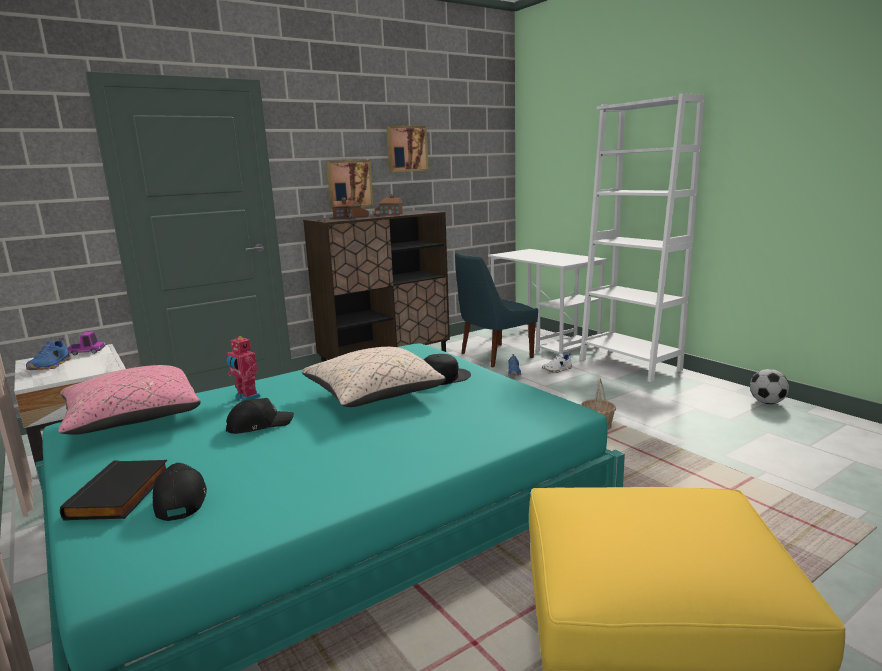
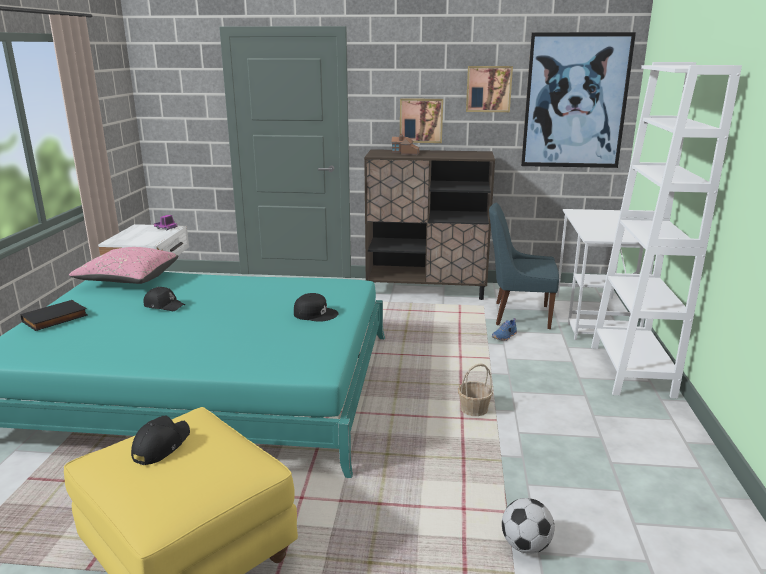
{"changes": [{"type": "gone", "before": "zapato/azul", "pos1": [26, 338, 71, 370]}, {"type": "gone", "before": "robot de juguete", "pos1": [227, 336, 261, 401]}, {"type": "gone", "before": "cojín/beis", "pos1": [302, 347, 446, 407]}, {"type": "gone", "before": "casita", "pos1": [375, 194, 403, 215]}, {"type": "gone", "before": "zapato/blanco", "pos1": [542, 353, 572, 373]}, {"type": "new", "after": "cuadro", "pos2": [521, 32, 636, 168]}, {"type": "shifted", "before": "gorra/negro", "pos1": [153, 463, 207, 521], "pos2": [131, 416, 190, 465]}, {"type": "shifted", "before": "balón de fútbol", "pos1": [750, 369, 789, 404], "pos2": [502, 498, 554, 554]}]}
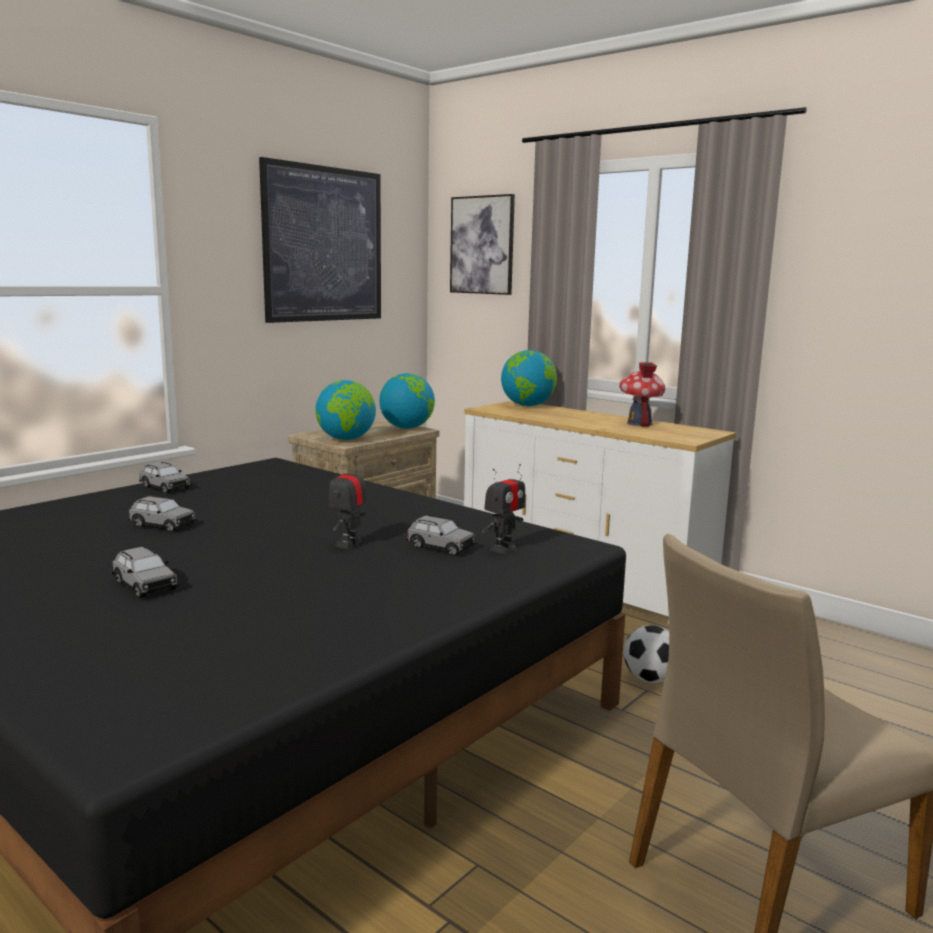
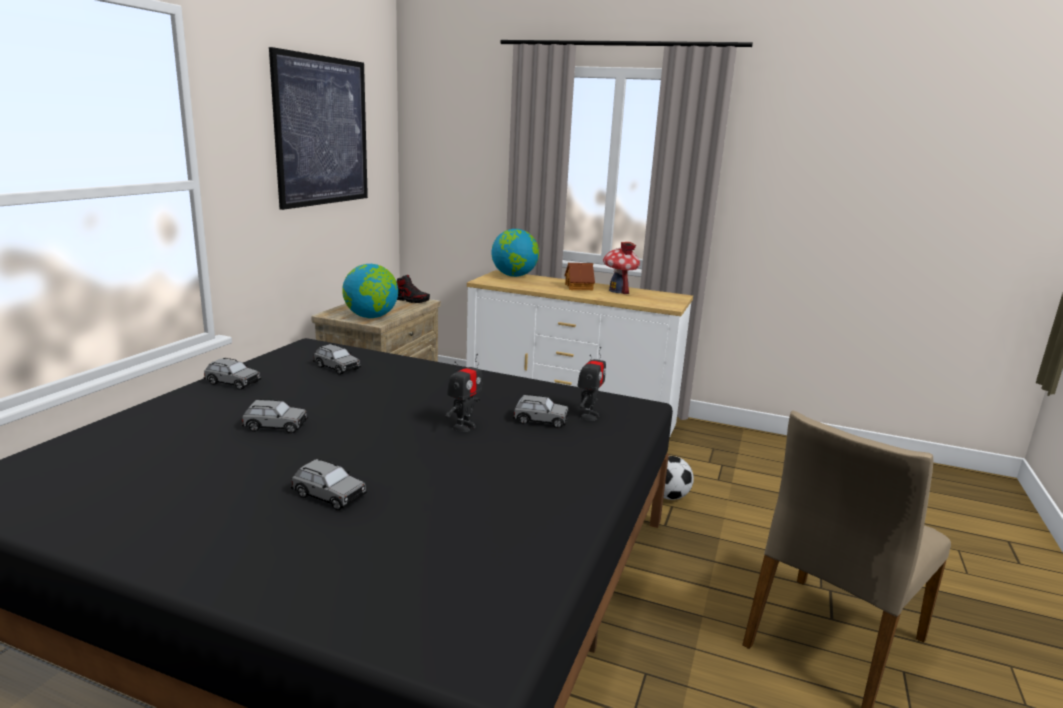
{"changes": [{"type": "gone", "before": "cuadro", "pos1": [450, 194, 515, 295]}, {"type": "new", "after": "coche de juguete/gris", "pos2": [313, 344, 361, 375]}, {"type": "new", "after": "casita", "pos2": [564, 263, 595, 290]}, {"type": "swapped", "before": "globo terráqueo", "after": "zapato", "pos1": [379, 373, 435, 429], "pos2": [397, 275, 430, 303]}, {"type": "rotated", "before": "robot de juguete", "pos1": [329, 456, 367, 549], "pos2": [446, 354, 482, 432], "turn": -150}]}
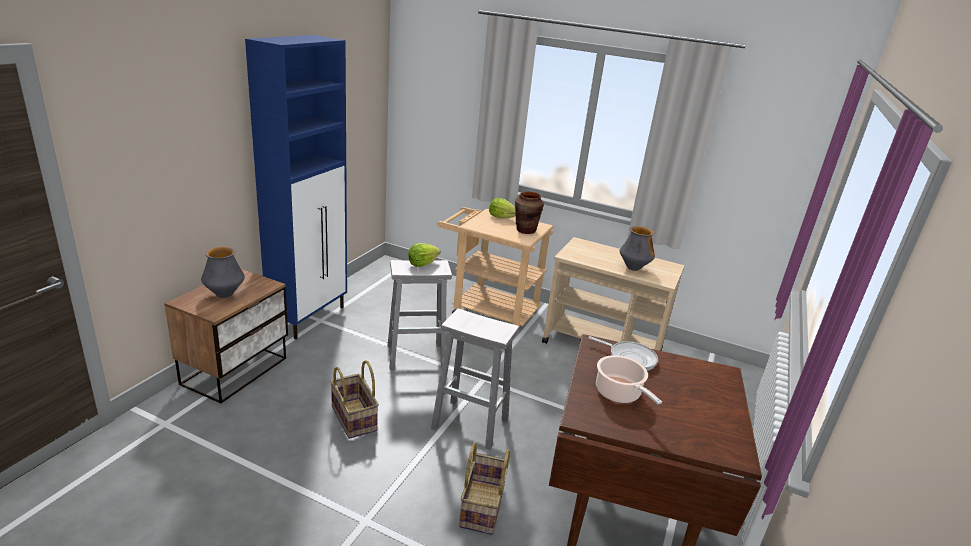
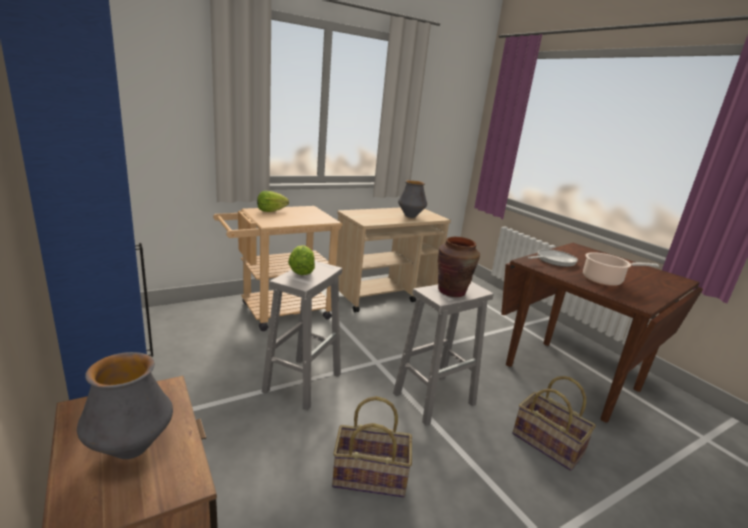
{"changes": [{"type": "shifted", "before": "florero/marrón", "pos1": [515, 192, 544, 234], "pos2": [438, 237, 480, 297]}]}
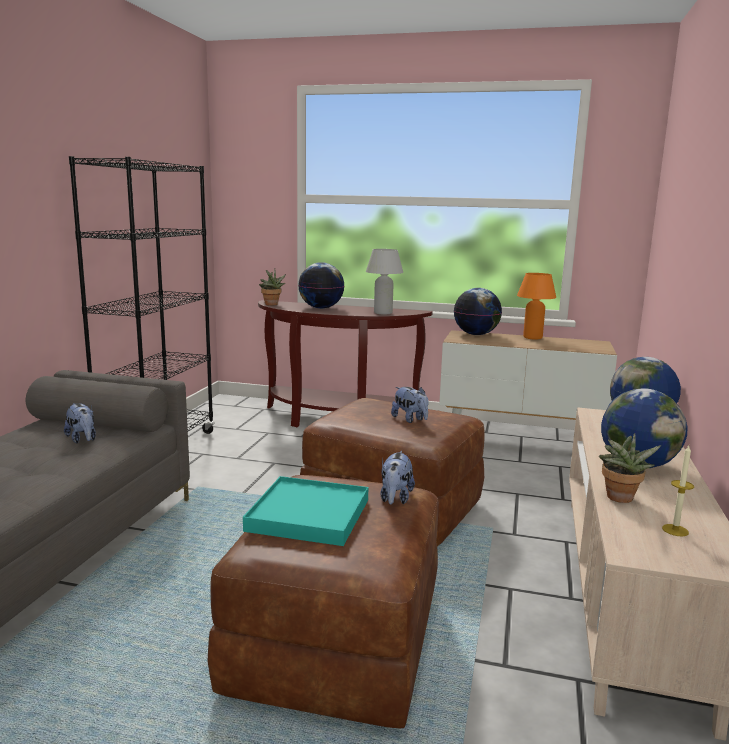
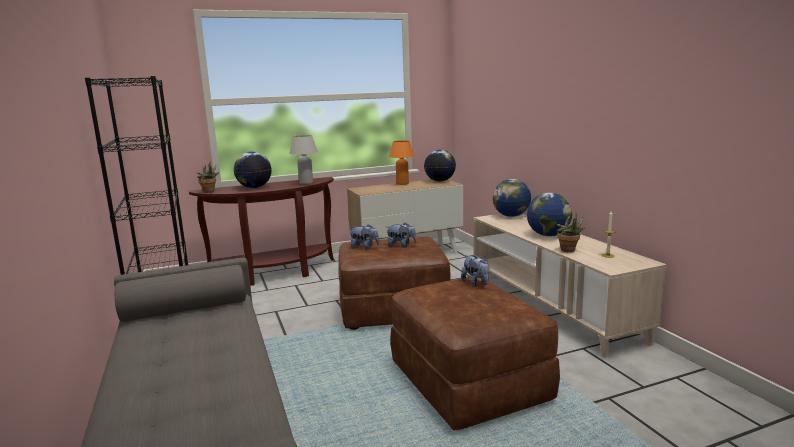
{"changes": [{"type": "gone", "before": "bandeja/turquesa", "pos1": [243, 476, 368, 546]}, {"type": "shifted", "before": "peluche", "pos1": [64, 403, 96, 443], "pos2": [349, 224, 380, 250]}, {"type": "shifted", "before": "globo terráqueo", "pos1": [454, 288, 502, 335], "pos2": [424, 150, 456, 182]}]}
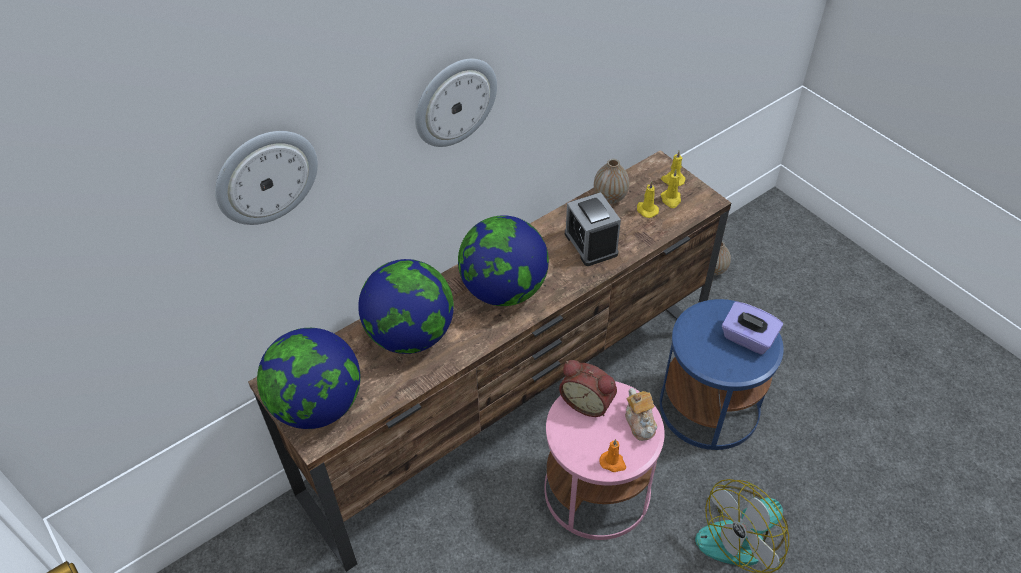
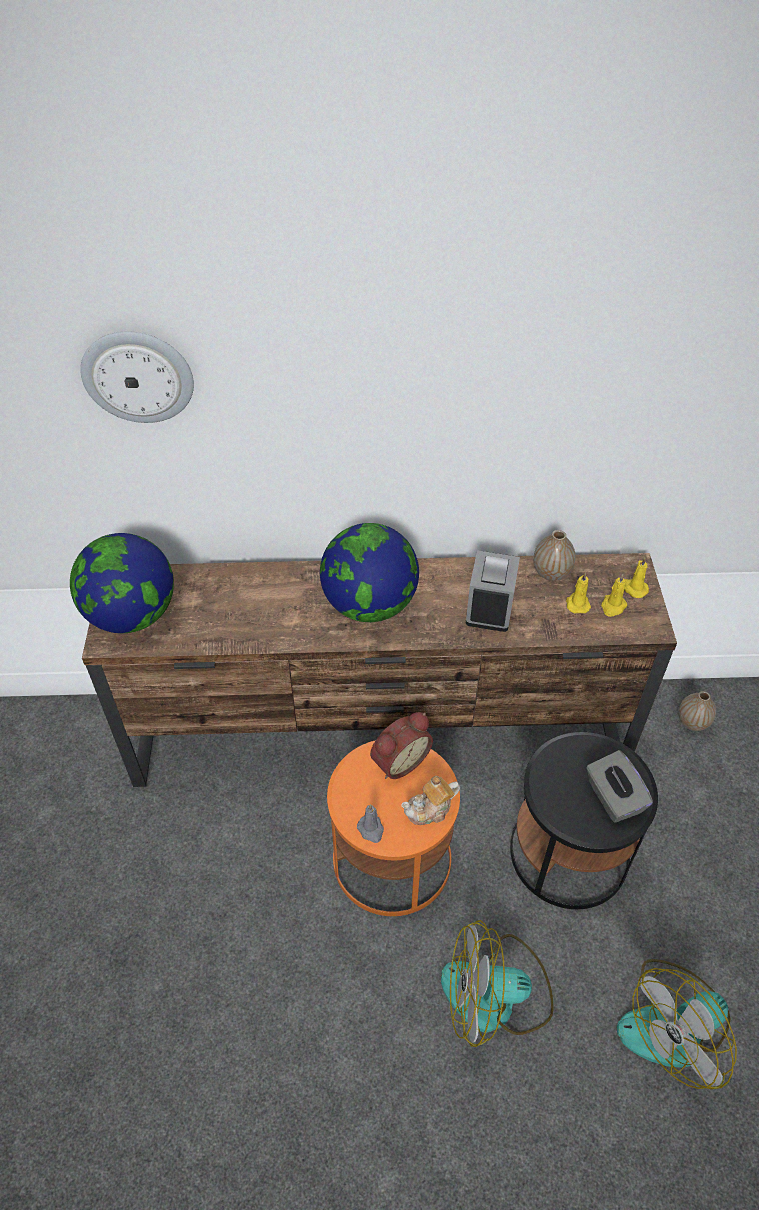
{"changes": [{"type": "gone", "before": "globo terráqueo", "pos1": [358, 259, 454, 354]}, {"type": "gone", "before": "reloj de pared", "pos1": [415, 59, 497, 147]}, {"type": "new", "after": "ventilador", "pos2": [617, 959, 737, 1089]}, {"type": "repainted", "before": "mesa auxiliar/rosa", "after": "mesa auxiliar/naranja", "pos1": [544, 381, 665, 540], "pos2": [327, 741, 460, 916]}, {"type": "repainted", "before": "vela/naranja", "after": "vela/gris", "pos1": [599, 439, 626, 472], "pos2": [357, 804, 384, 843]}, {"type": "repainted", "before": "mesa auxiliar/azul", "after": "mesa auxiliar/negro", "pos1": [660, 299, 784, 450], "pos2": [510, 732, 658, 909]}, {"type": "repainted", "before": "caja de pañuelos/morado", "after": "caja de pañuelos/gris", "pos1": [722, 301, 783, 355], "pos2": [586, 750, 653, 822]}, {"type": "rotated", "before": "despertador", "pos1": [559, 360, 617, 417], "pos2": [370, 712, 433, 779], "turn": -105}, {"type": "rotated", "before": "tetera", "pos1": [625, 388, 657, 441], "pos2": [401, 776, 460, 825], "turn": 45}]}
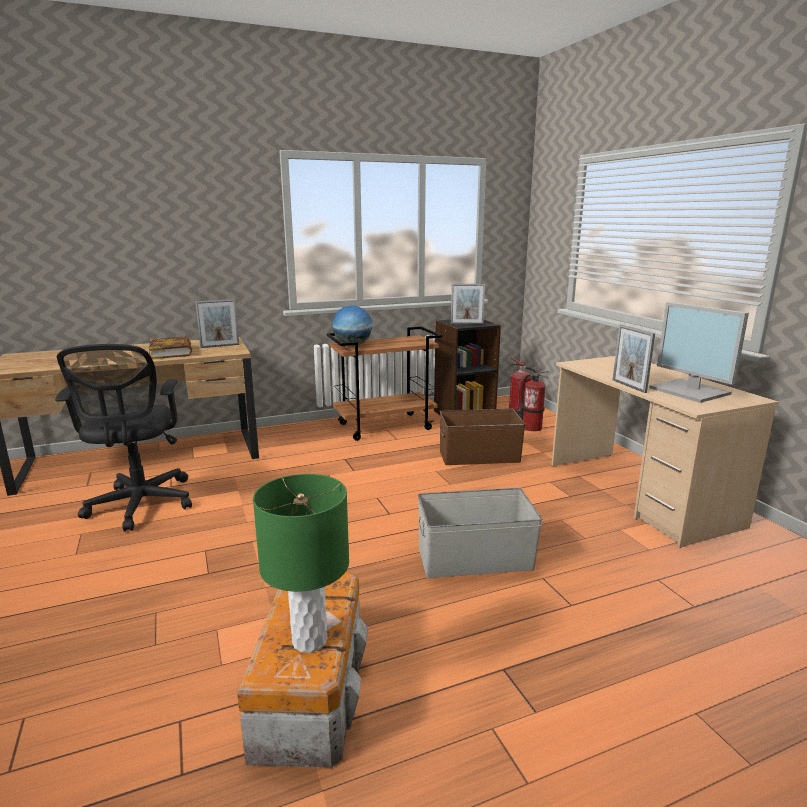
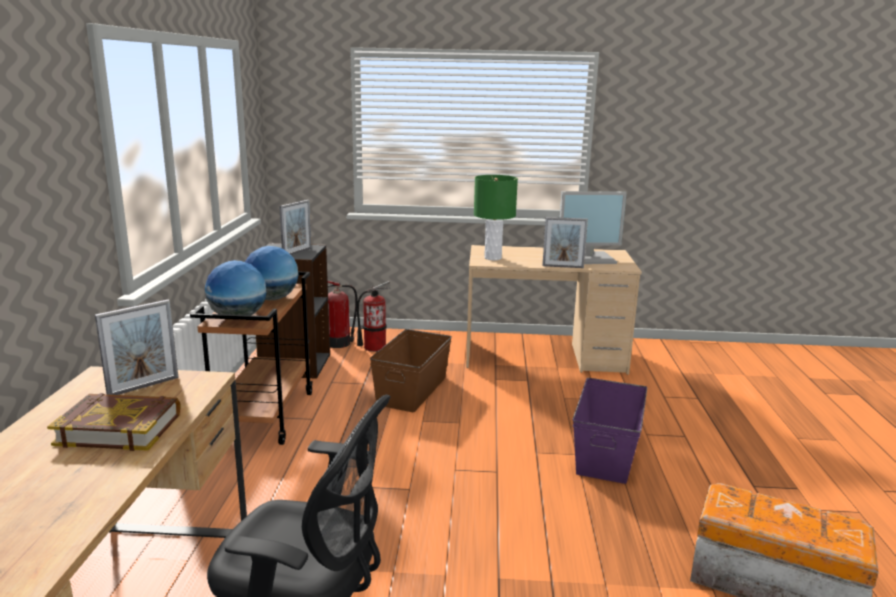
{"changes": [{"type": "new", "after": "globo terráqueo", "pos2": [245, 246, 299, 300]}, {"type": "shifted", "before": "lámpara de mesa/verde", "pos1": [253, 474, 349, 653], "pos2": [474, 175, 518, 260]}, {"type": "repainted", "before": "caja de almacenaje/gris", "after": "caja de almacenaje/morado", "pos1": [418, 488, 542, 578], "pos2": [573, 378, 647, 484]}, {"type": "rotated", "before": "portarretratos", "pos1": [195, 299, 240, 348], "pos2": [95, 300, 179, 395], "turn": 45}]}
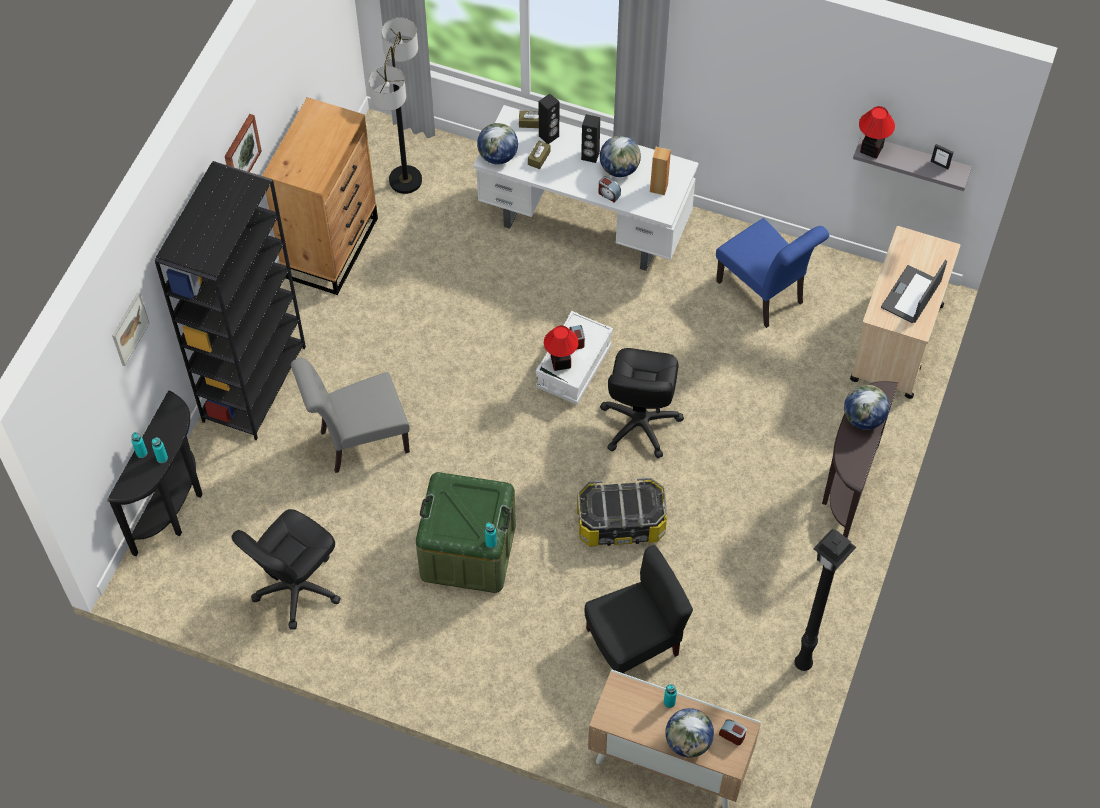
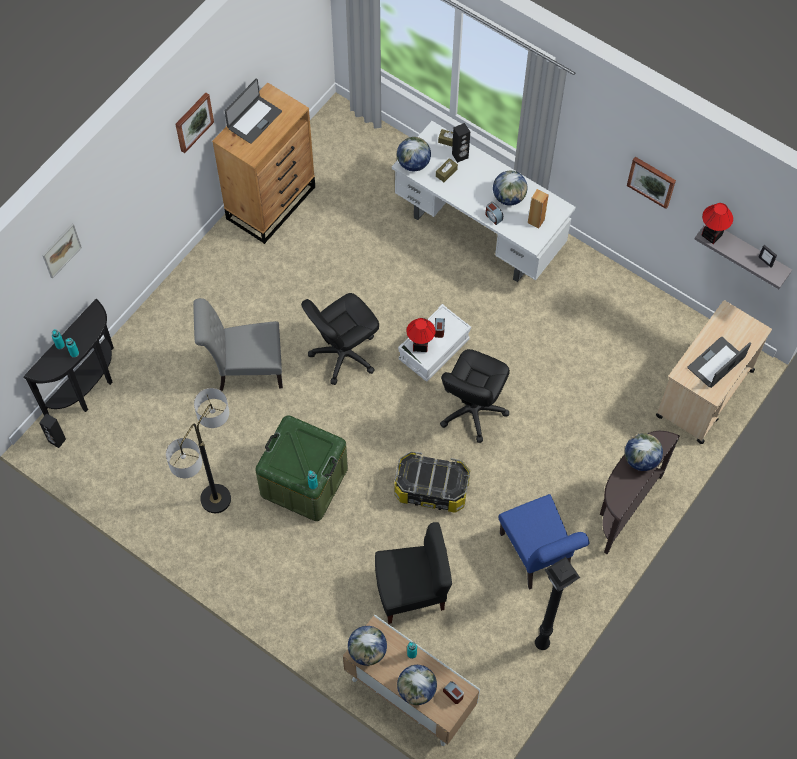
{"changes": [{"type": "gone", "before": "estantería/negro", "pos1": [154, 161, 306, 440]}, {"type": "new", "after": "portátil", "pos2": [225, 78, 282, 144]}, {"type": "new", "after": "globo terráqueo", "pos2": [348, 626, 387, 666]}, {"type": "new", "after": "cuadro", "pos2": [627, 157, 676, 209]}, {"type": "shifted", "before": "silla de oficina/negro", "pos1": [231, 509, 341, 630], "pos2": [301, 293, 379, 385]}, {"type": "shifted", "before": "lámpara de pie", "pos1": [369, 18, 422, 194], "pos2": [166, 388, 231, 513]}, {"type": "shifted", "before": "altavoz/negro", "pos1": [581, 114, 600, 163], "pos2": [39, 413, 66, 448]}, {"type": "shifted", "before": "silla/azul", "pos1": [716, 218, 829, 328], "pos2": [499, 494, 589, 590]}]}
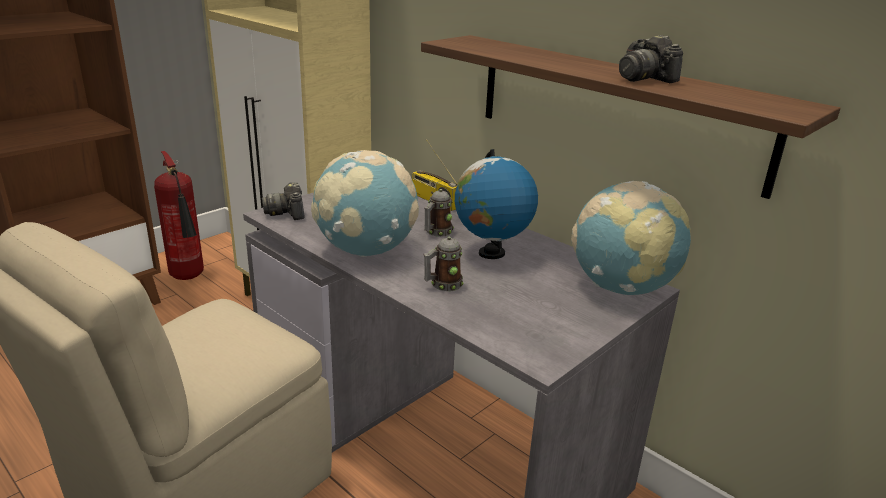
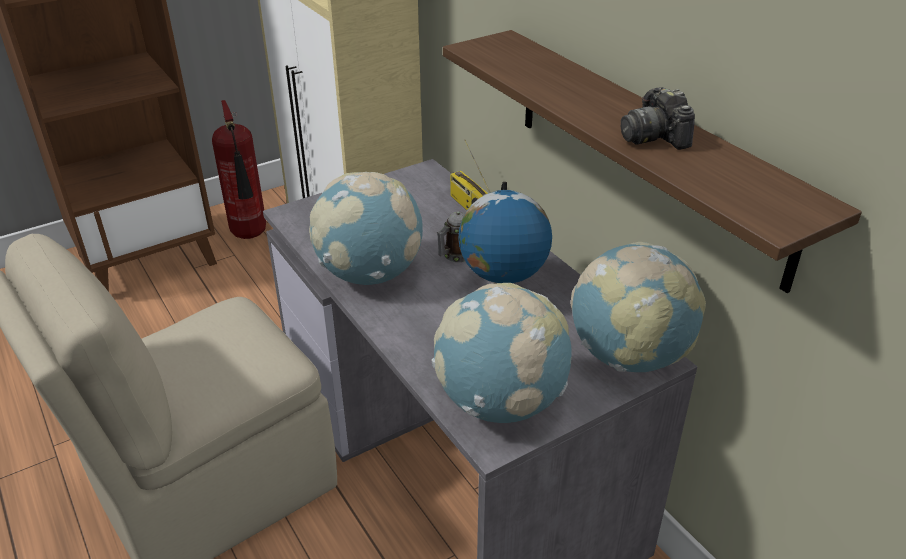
{"changes": [{"type": "gone", "before": "cámara", "pos1": [262, 182, 305, 220]}, {"type": "gone", "before": "taza grande", "pos1": [423, 237, 463, 291]}, {"type": "new", "after": "globo terráqueo", "pos2": [431, 283, 572, 423]}]}
